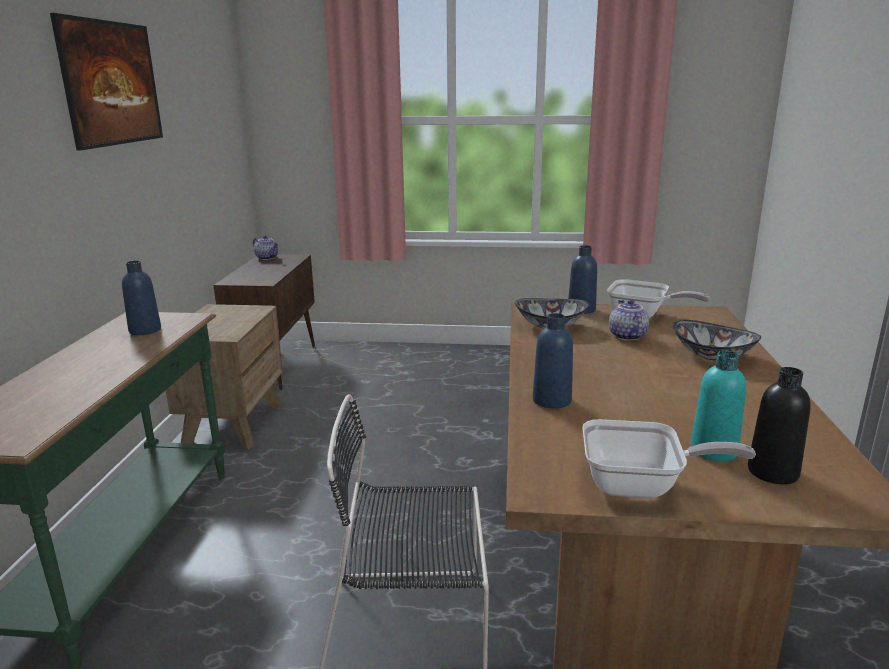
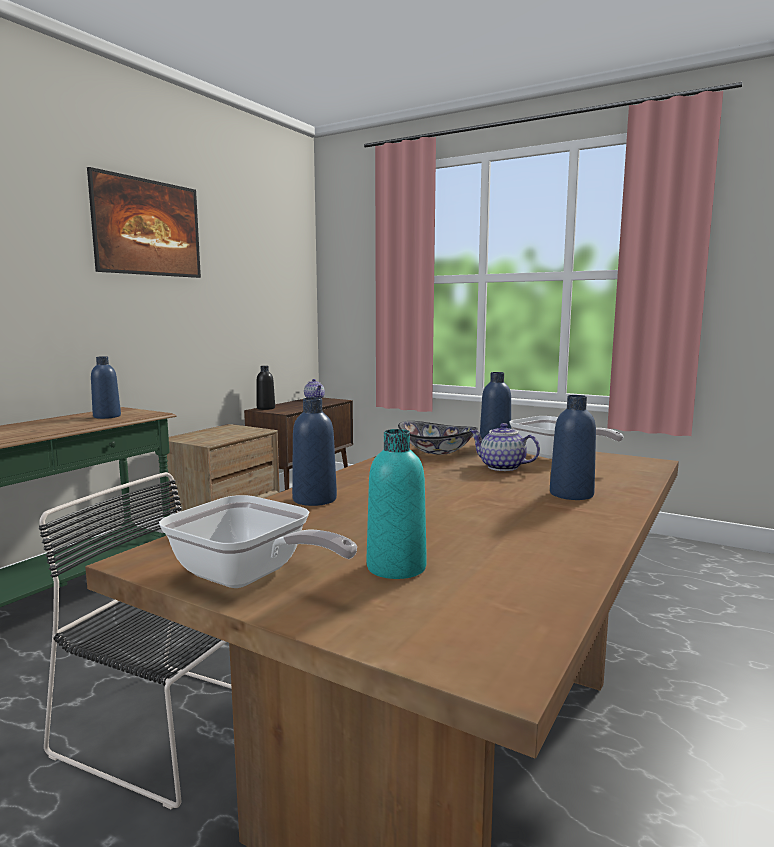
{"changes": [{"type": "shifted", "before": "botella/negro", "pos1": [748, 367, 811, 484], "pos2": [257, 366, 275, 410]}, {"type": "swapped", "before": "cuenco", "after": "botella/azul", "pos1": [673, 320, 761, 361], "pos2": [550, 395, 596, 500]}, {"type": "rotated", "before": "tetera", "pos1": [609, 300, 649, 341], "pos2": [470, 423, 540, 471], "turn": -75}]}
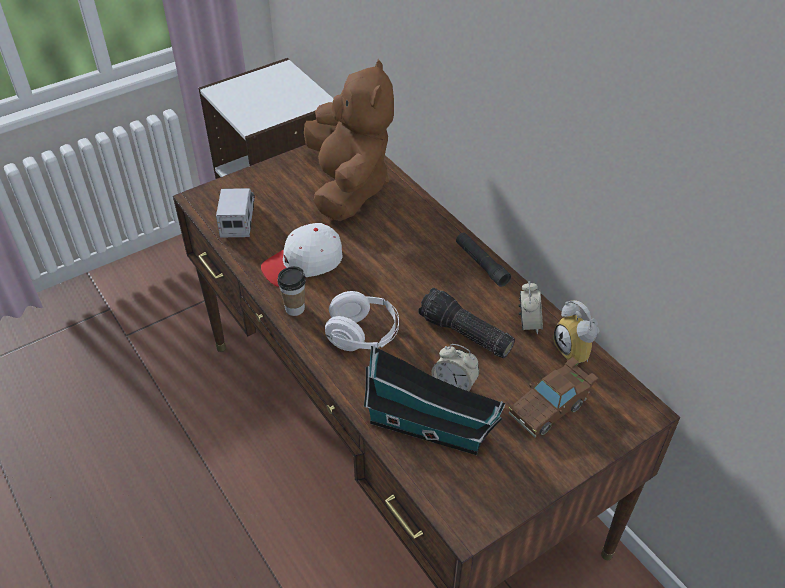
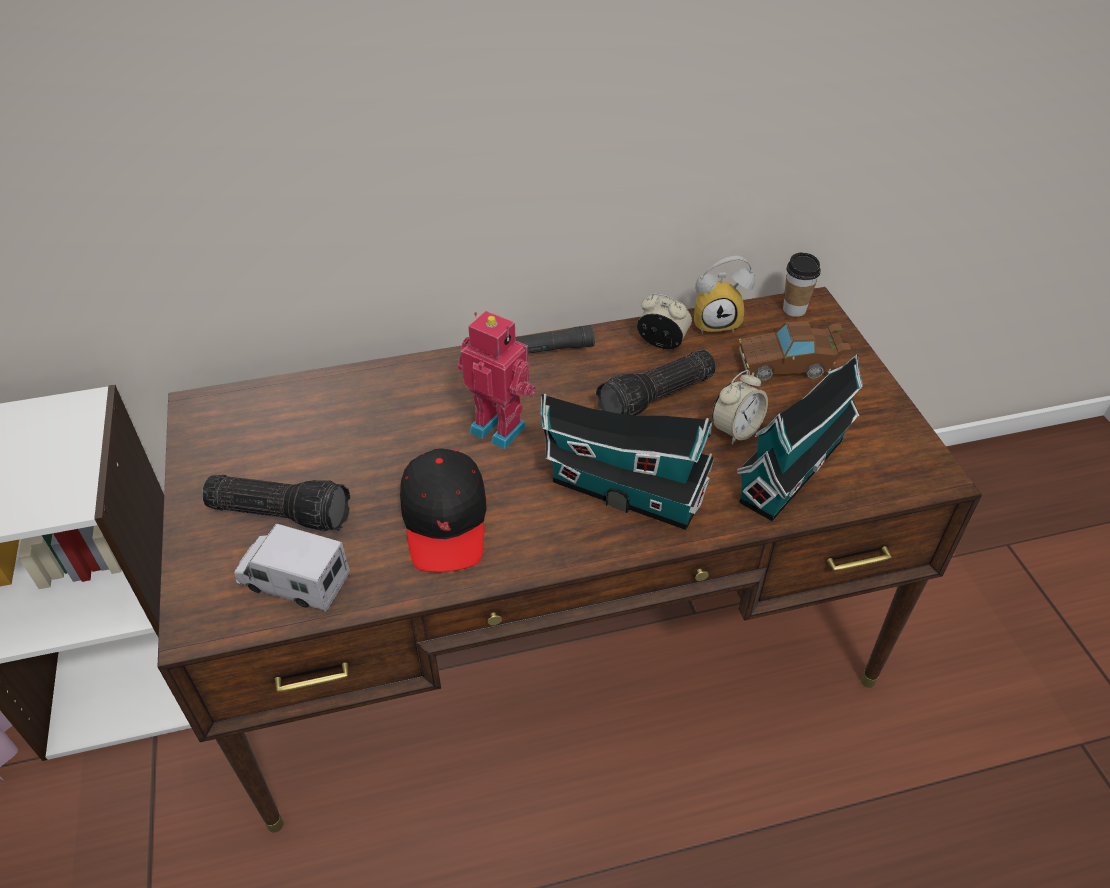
{"changes": [{"type": "gone", "before": "peluche/marrón", "pos1": [304, 59, 394, 221]}, {"type": "new", "after": "linterna", "pos2": [202, 475, 350, 532]}, {"type": "new", "after": "robot de juguete", "pos2": [457, 311, 536, 449]}, {"type": "shifted", "before": "taza", "pos1": [277, 266, 306, 316], "pos2": [783, 252, 821, 317]}, {"type": "swapped", "before": "auriculares/blanco", "after": "casita", "pos1": [325, 291, 399, 351], "pos2": [541, 393, 714, 530]}, {"type": "repainted", "before": "gorra/blanco", "after": "gorra/negro", "pos1": [261, 223, 343, 287], "pos2": [400, 448, 487, 572]}, {"type": "rotated", "before": "coche de juguete/marrón", "pos1": [509, 357, 598, 438], "pos2": [739, 321, 851, 381], "turn": 105}]}
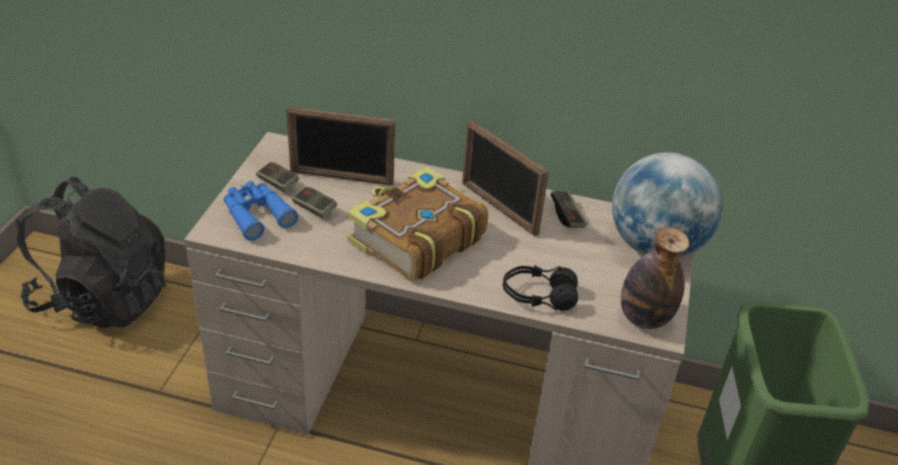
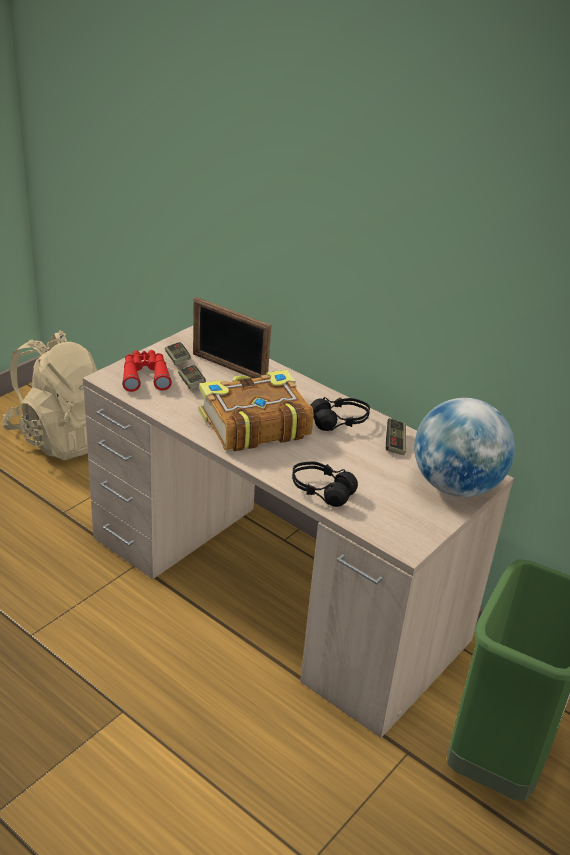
{"changes": [{"type": "gone", "before": "botella", "pos1": [621, 227, 689, 329]}, {"type": "swapped", "before": "portarretratos", "after": "auriculares/negro", "pos1": [462, 119, 549, 237], "pos2": [310, 397, 370, 431]}, {"type": "repainted", "before": "mochila/negro", "after": "mochila/beis", "pos1": [16, 177, 166, 328], "pos2": [2, 330, 98, 460]}, {"type": "repainted", "before": "prismáticos/azul", "after": "prismáticos/rojo", "pos1": [224, 181, 298, 241], "pos2": [122, 350, 172, 392]}]}
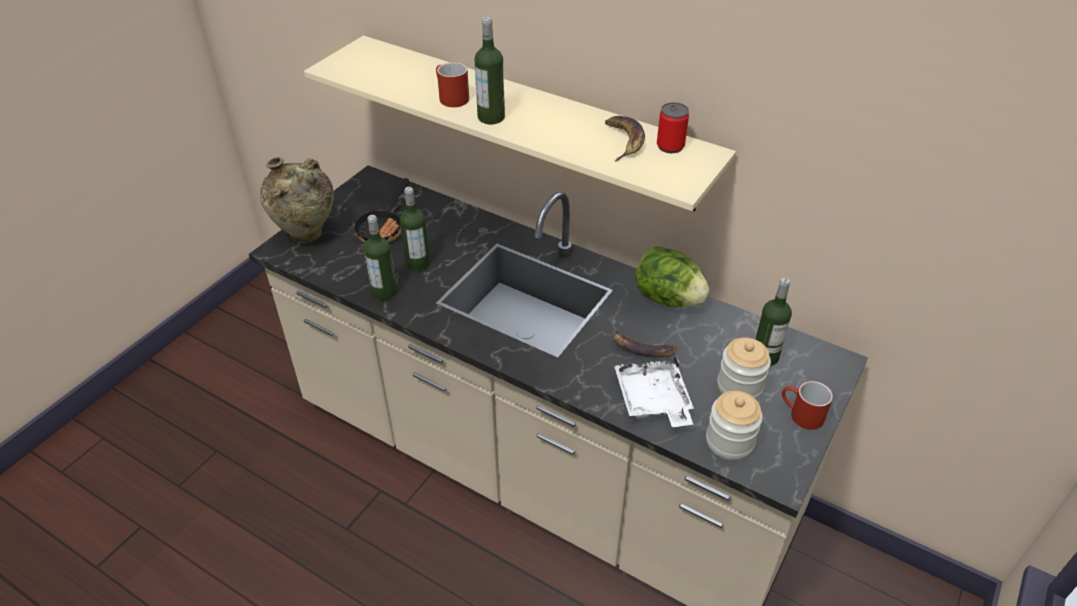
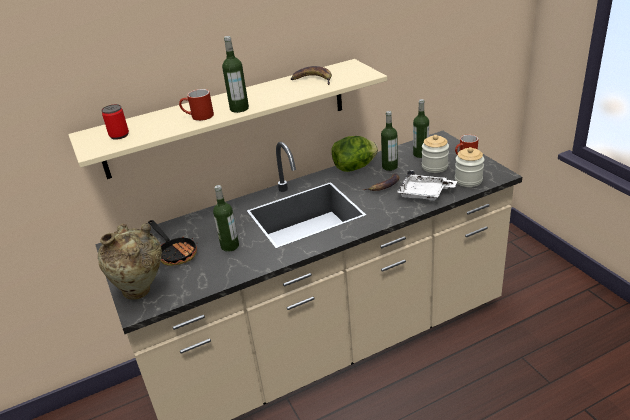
{"changes": [{"type": "shifted", "before": "botella", "pos1": [364, 215, 397, 301], "pos2": [381, 111, 398, 171]}, {"type": "shifted", "before": "lata", "pos1": [657, 102, 689, 153], "pos2": [102, 104, 129, 140]}]}
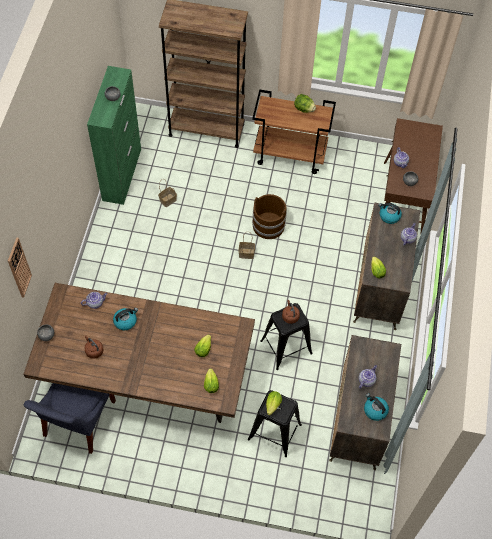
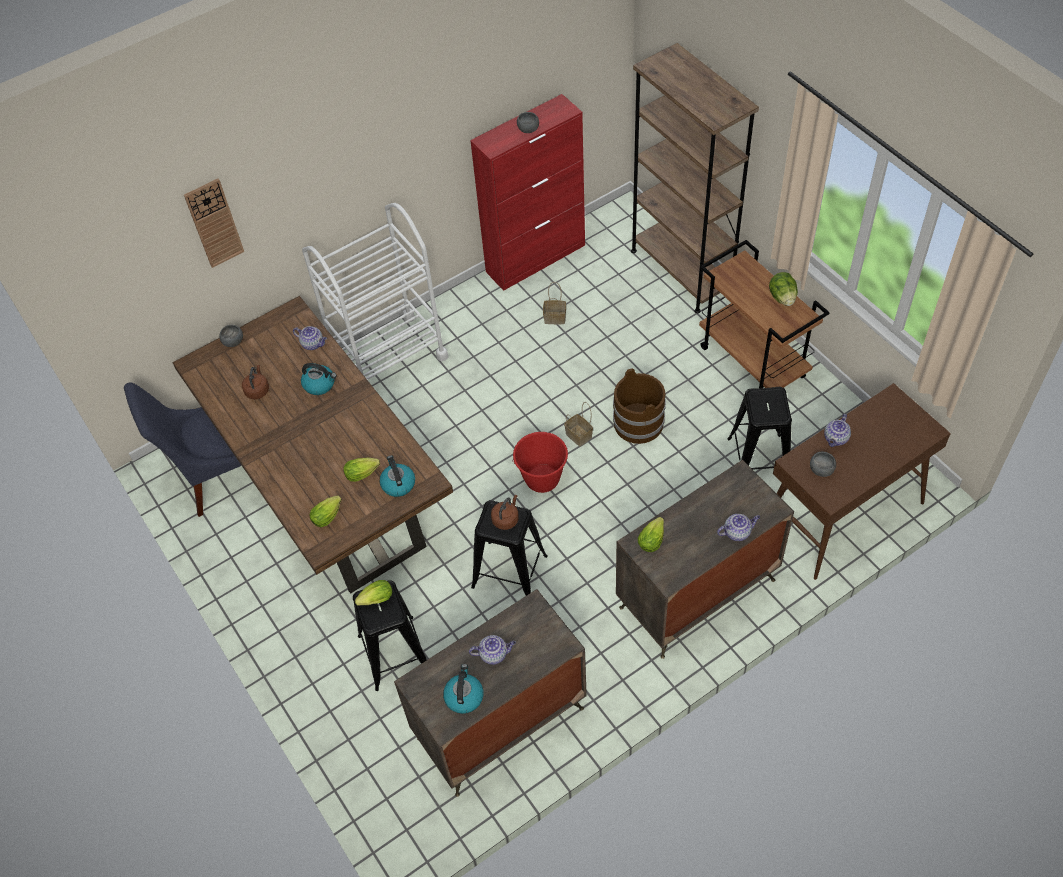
{"changes": [{"type": "new", "after": "carrito/blanco", "pos2": [302, 203, 449, 380]}, {"type": "new", "after": "cubo/rojo", "pos2": [512, 432, 568, 493]}, {"type": "new", "after": "taburete/negro", "pos2": [728, 387, 792, 469]}, {"type": "shifted", "before": "hervidor", "pos1": [378, 203, 402, 224], "pos2": [380, 455, 415, 497]}, {"type": "repainted", "before": "armario/verde", "after": "armario/rojo", "pos1": [87, 66, 141, 205], "pos2": [470, 94, 585, 291]}]}
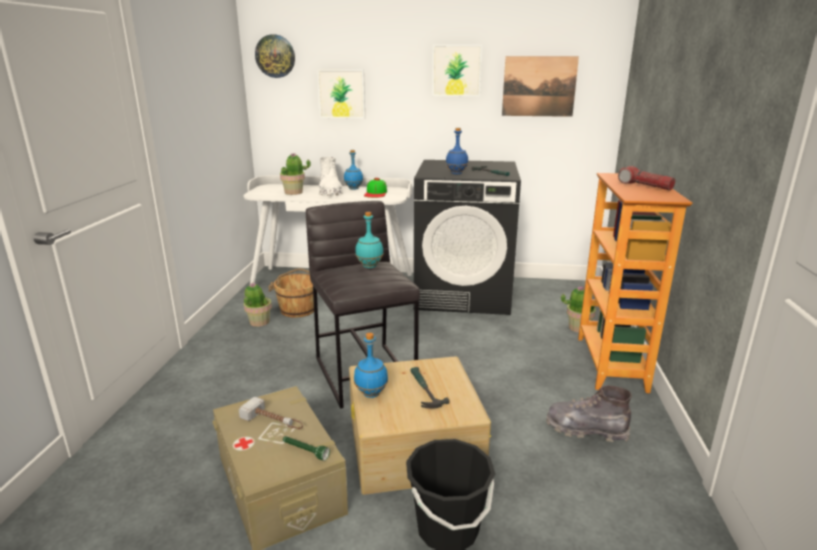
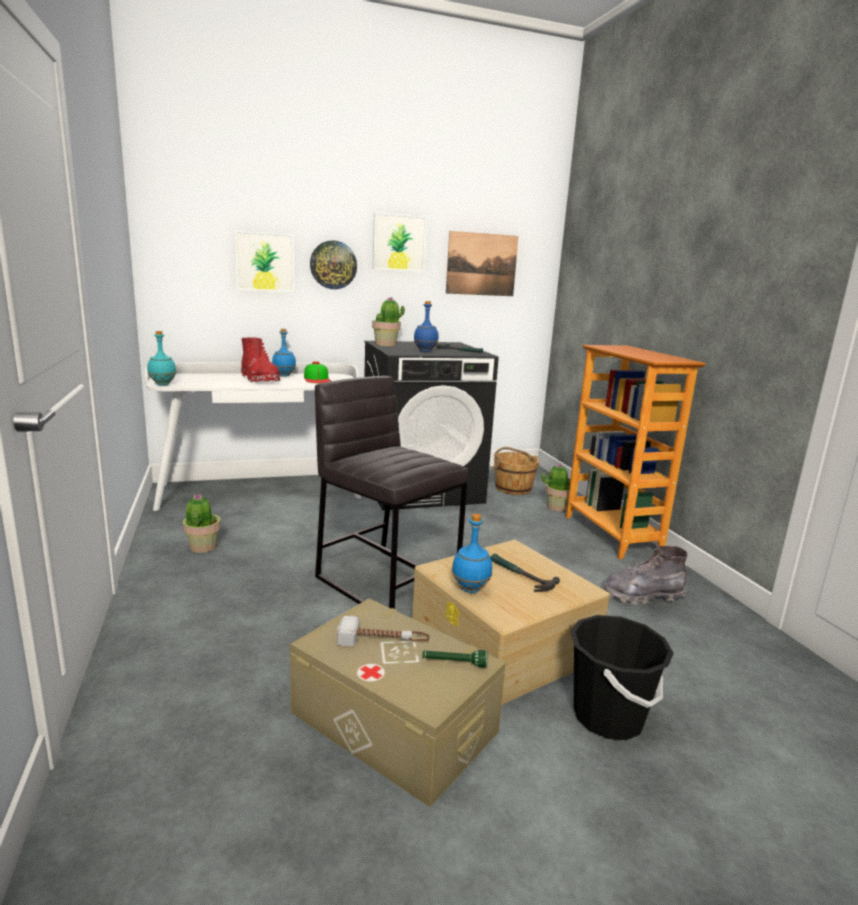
{"changes": [{"type": "gone", "before": "linterna", "pos1": [618, 166, 675, 190]}, {"type": "shifted", "before": "reloj de pared", "pos1": [255, 34, 295, 78], "pos2": [310, 240, 357, 289]}, {"type": "shifted", "before": "cubo/marrón", "pos1": [268, 268, 314, 318], "pos2": [491, 447, 540, 495]}, {"type": "shifted", "before": "planta en maceta", "pos1": [280, 153, 311, 195], "pos2": [372, 297, 405, 346]}, {"type": "shifted", "before": "botella/turquesa", "pos1": [355, 212, 384, 268], "pos2": [147, 331, 176, 385]}, {"type": "repainted", "before": "bota/blanco", "after": "bota/rojo", "pos1": [319, 157, 343, 196], "pos2": [241, 337, 280, 382]}]}
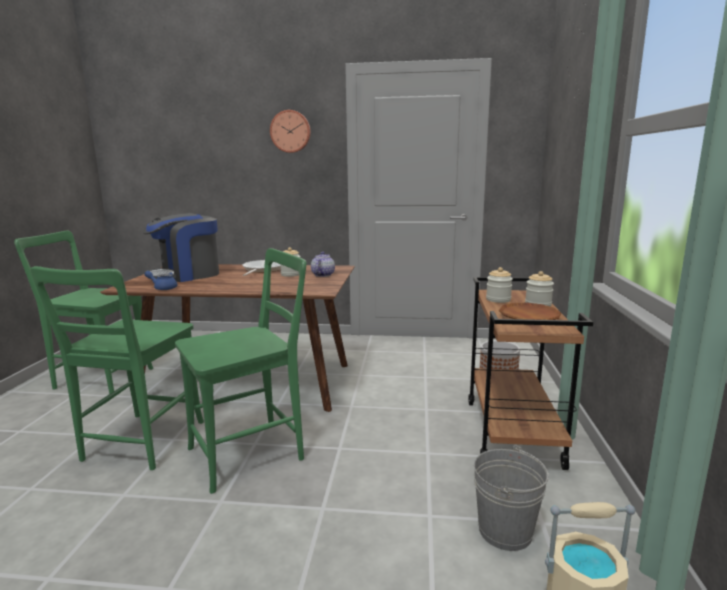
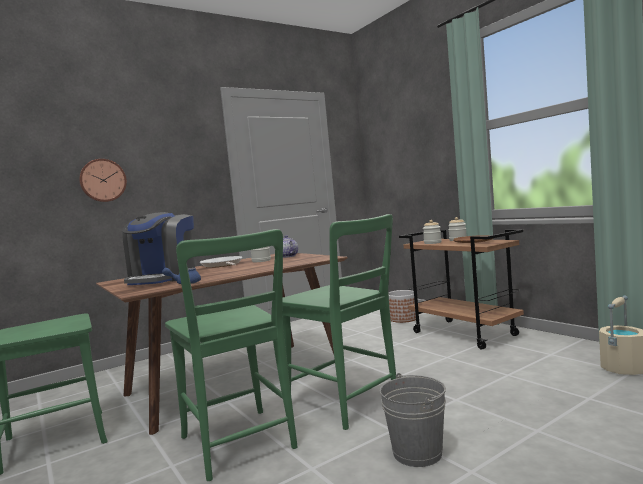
{"changes": [{"type": "shifted", "before": "reloj de pared", "pos1": [270, 110, 311, 153], "pos2": [79, 159, 127, 202]}, {"type": "shifted", "before": "cubo/gris", "pos1": [474, 445, 549, 551], "pos2": [380, 373, 446, 467]}, {"type": "rotated", "before": "silla/verde", "pos1": [175, 248, 306, 494], "pos2": [282, 214, 396, 430], "turn": 120}]}
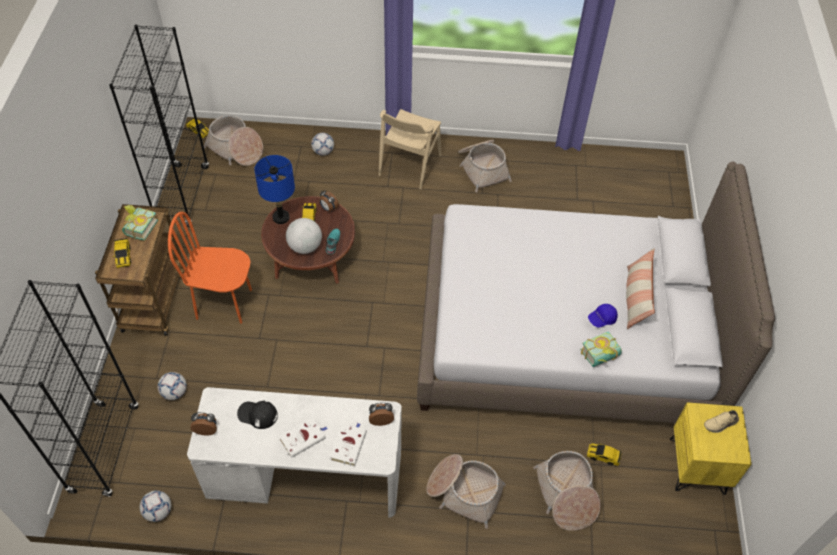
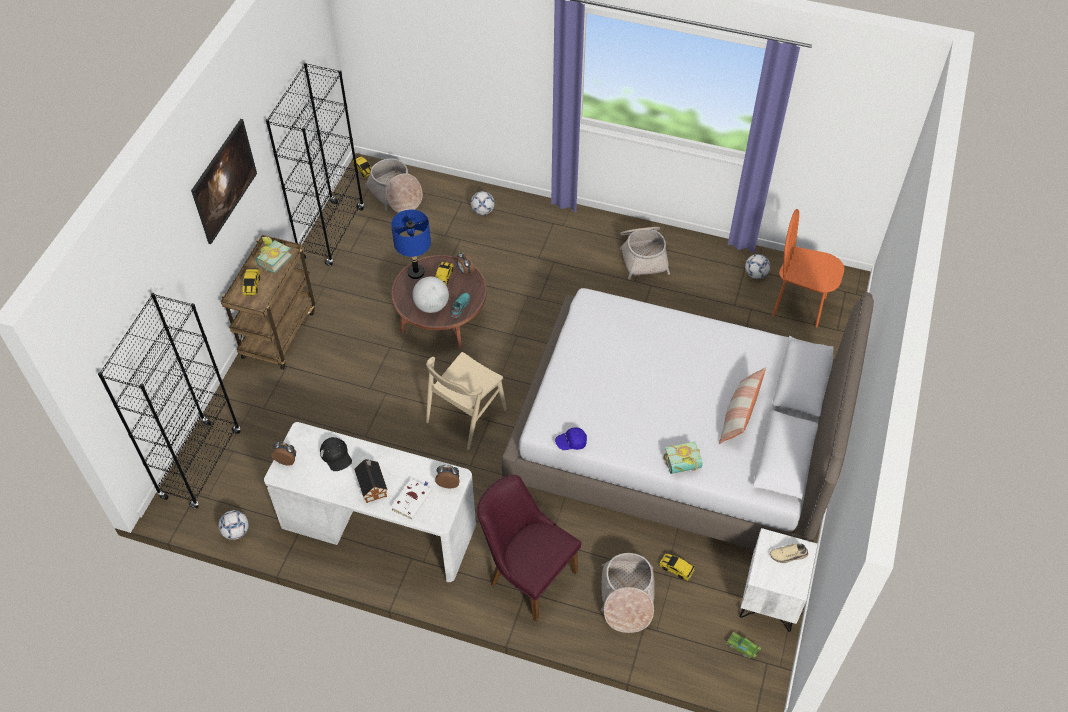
{"changes": [{"type": "new", "after": "cuadro", "pos2": [191, 119, 257, 244]}, {"type": "new", "after": "coche de juguete/verde", "pos2": [727, 632, 761, 658]}, {"type": "shifted", "before": "balón de fútbol", "pos1": [158, 372, 187, 400], "pos2": [745, 254, 770, 279]}, {"type": "shifted", "before": "silla/naranja", "pos1": [168, 212, 252, 324], "pos2": [772, 209, 844, 327]}, {"type": "shifted", "before": "silla/beis", "pos1": [379, 109, 441, 189], "pos2": [426, 352, 507, 450]}, {"type": "shifted", "before": "gorra/azul", "pos1": [588, 304, 618, 328], "pos2": [555, 427, 587, 450]}, {"type": "swapped", "before": "libro/blanco", "after": "casita", "pos1": [279, 417, 328, 458], "pos2": [354, 459, 388, 503]}, {"type": "swapped", "before": "cesta", "after": "silla/morado", "pos1": [426, 454, 506, 529], "pos2": [477, 475, 582, 621]}, {"type": "repainted", "before": "mesita de noche/amarillo", "after": "mesita de noche/blanco", "pos1": [670, 402, 752, 495], "pos2": [740, 528, 818, 632]}, {"type": "rotated", "before": "gorra/negro", "pos1": [237, 400, 278, 429], "pos2": [320, 437, 352, 471], "turn": -150}]}
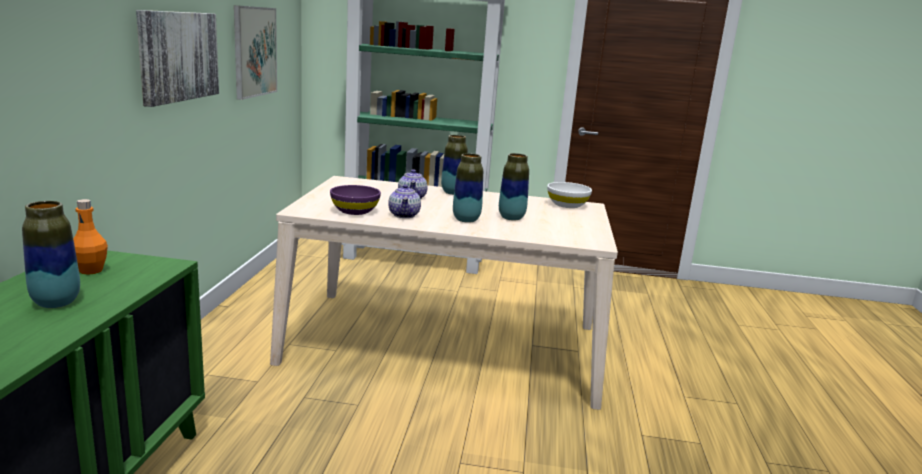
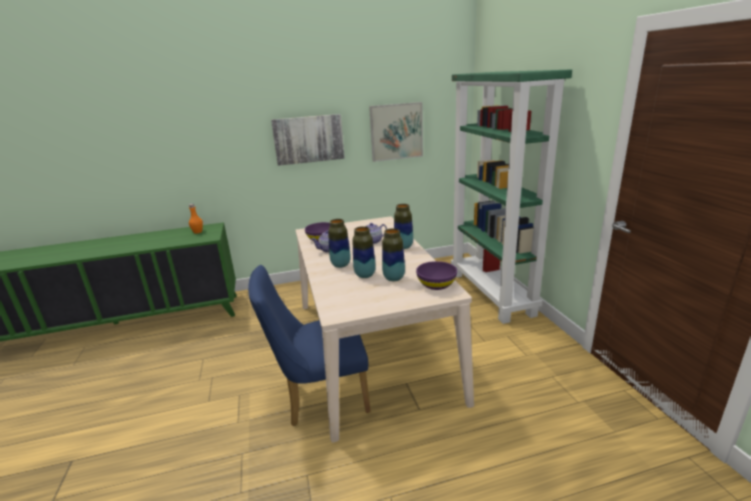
{"changes": [{"type": "new", "after": "silla/azul", "pos2": [248, 265, 371, 426]}, {"type": "shifted", "before": "florero", "pos1": [22, 201, 80, 308], "pos2": [382, 228, 405, 281]}, {"type": "repainted", "before": "cuenco/blanco", "after": "cuenco/morado", "pos1": [547, 182, 592, 208], "pos2": [416, 261, 457, 290]}]}
